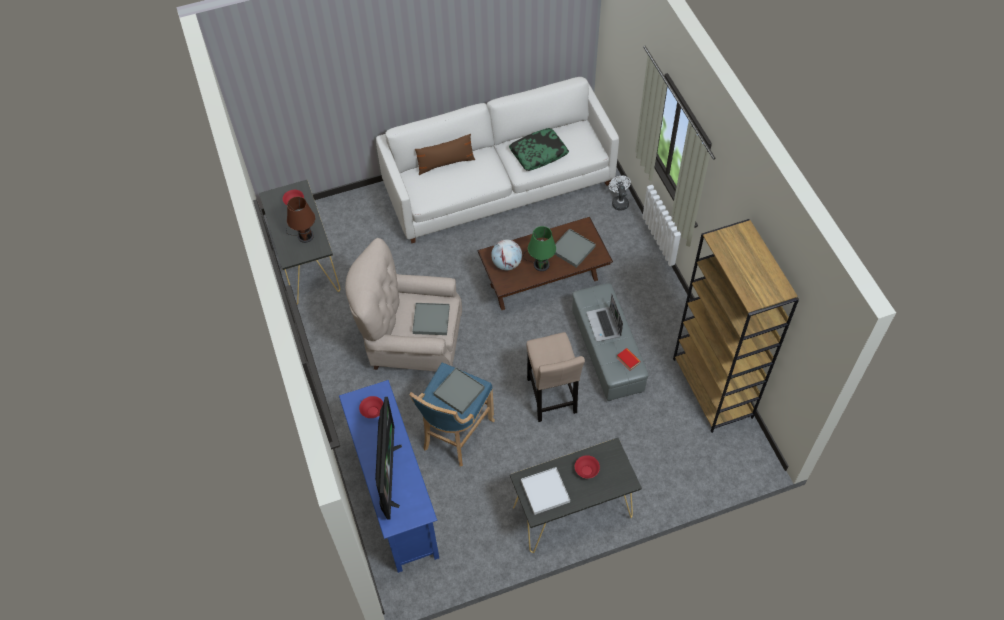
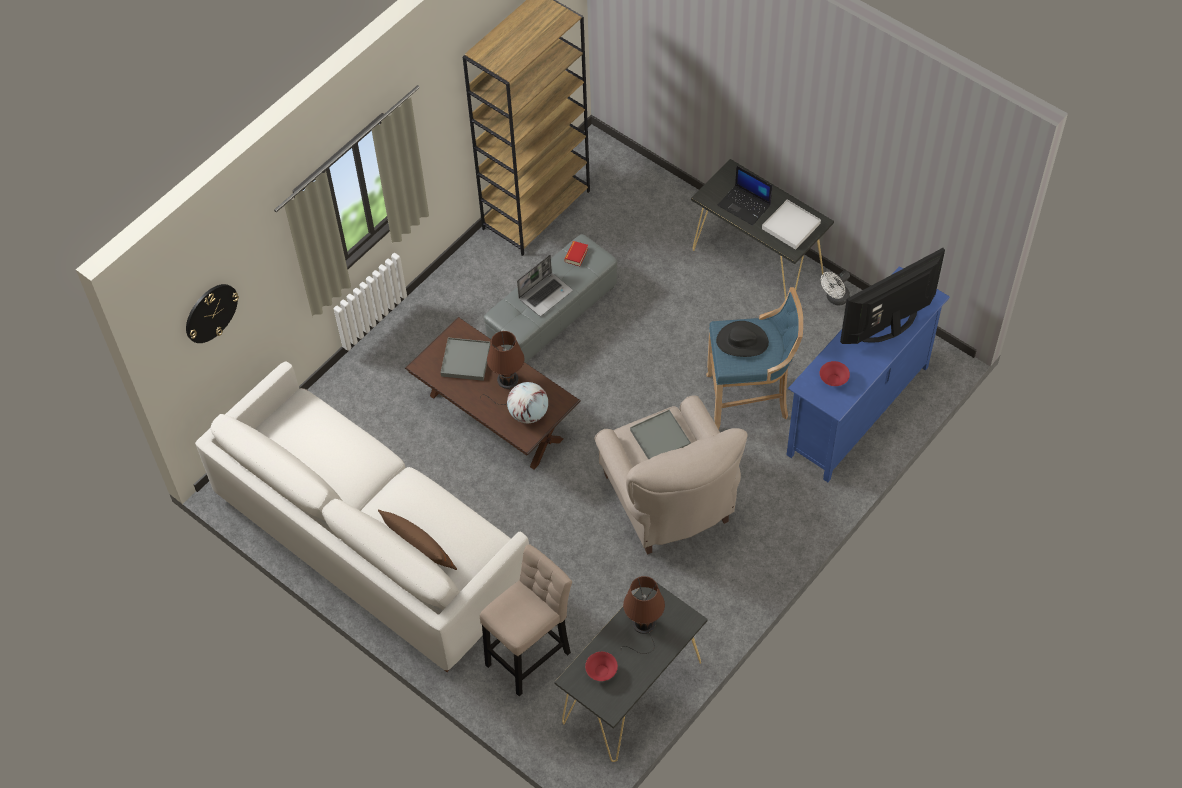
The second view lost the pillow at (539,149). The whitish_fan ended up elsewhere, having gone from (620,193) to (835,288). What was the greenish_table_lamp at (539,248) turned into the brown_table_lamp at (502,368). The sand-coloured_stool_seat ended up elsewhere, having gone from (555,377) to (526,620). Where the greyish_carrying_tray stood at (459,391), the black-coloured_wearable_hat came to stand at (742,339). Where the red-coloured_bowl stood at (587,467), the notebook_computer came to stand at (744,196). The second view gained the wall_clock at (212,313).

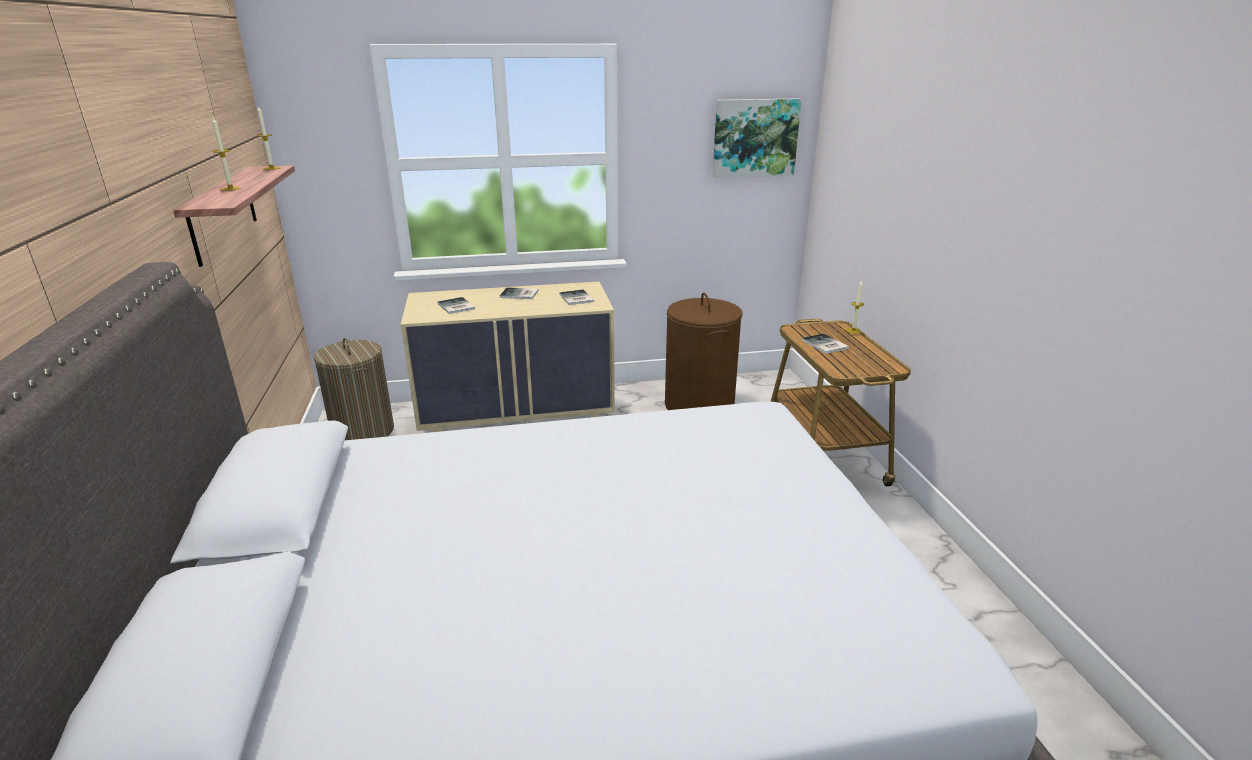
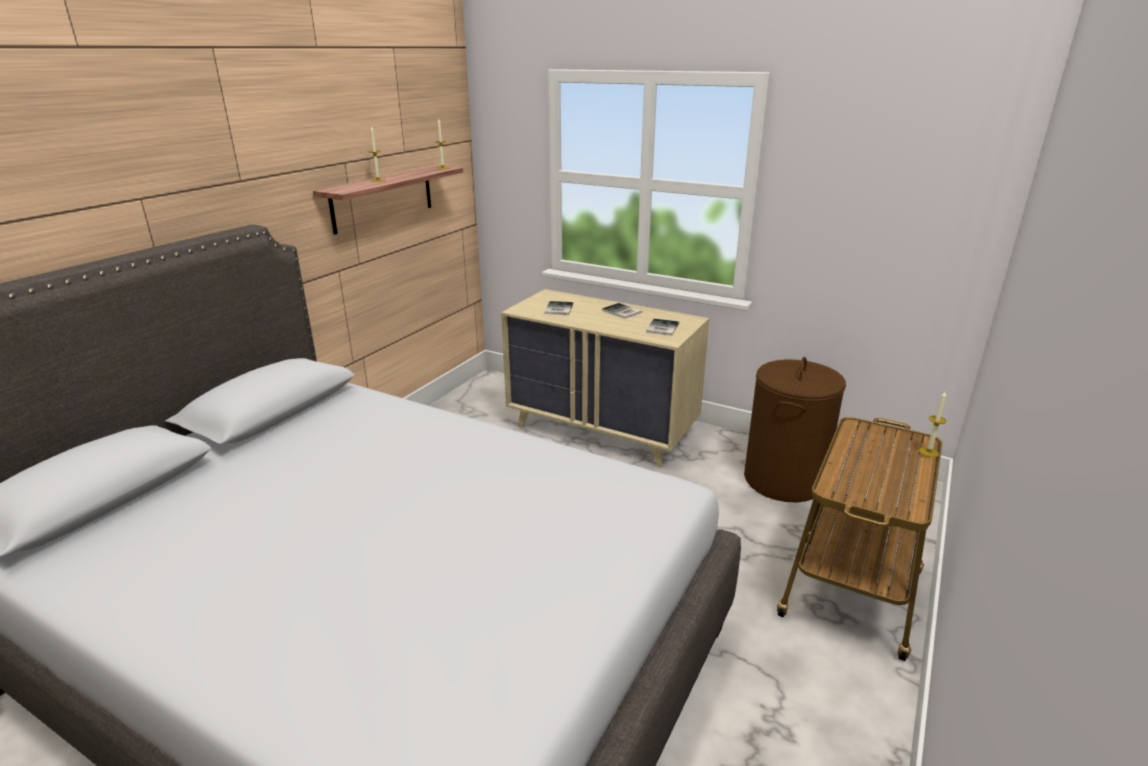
The second view lost the picture at (757,138). The second view lost the volume at (825,343). The second view lost the hamper at (354,389).

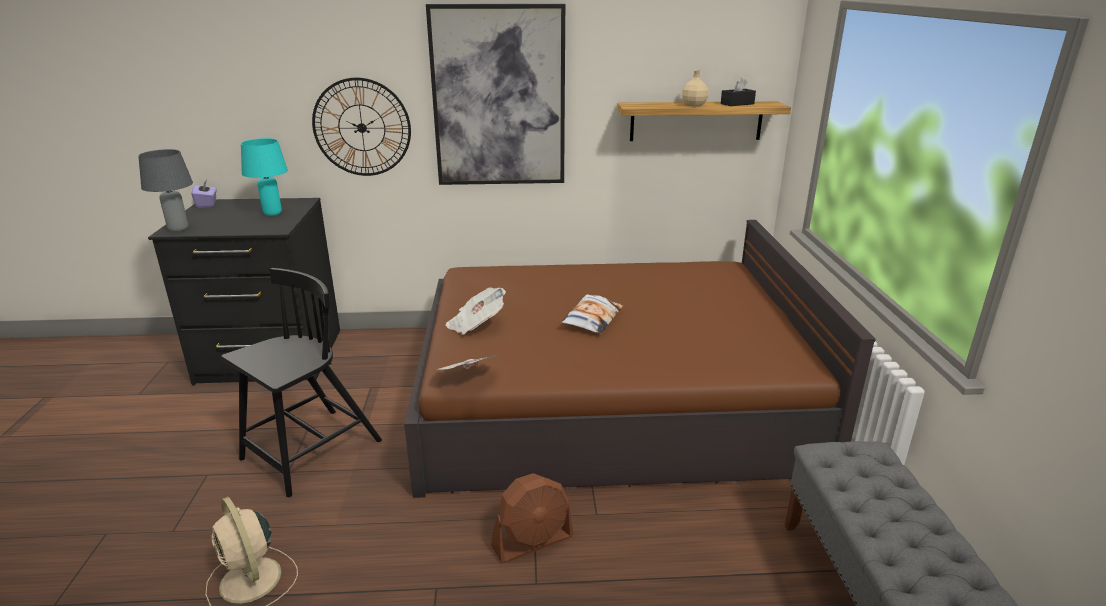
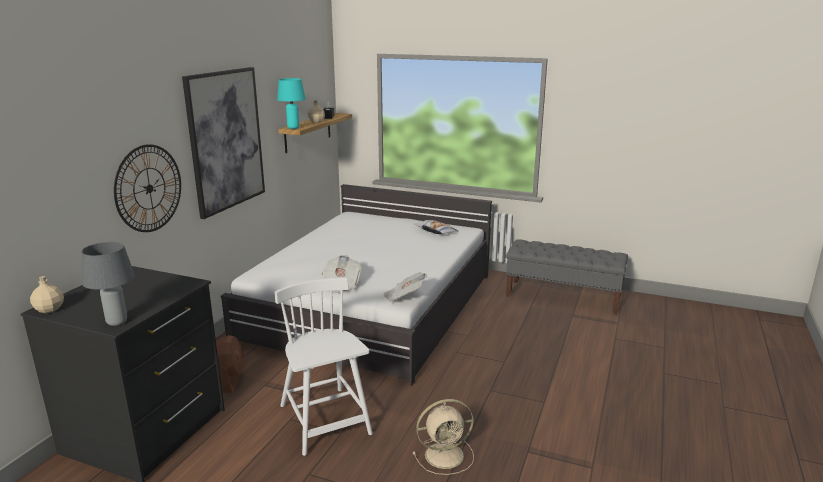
The blue-green_table_lamp ended up elsewhere, having gone from (264,177) to (291,103). Where the purple_tissue_box stood at (204,193), the sand-coloured_bottle came to stand at (47,294). What was the brown_bed at (640,359) turned into the whitish_bed at (356,285). What was the black-coloured_chair at (301,382) turned into the whitish_chair at (323,367). The pillow ended up elsewhere, having gone from (592,314) to (436,227). The brown_fan ended up elsewhere, having gone from (532,518) to (230,364).

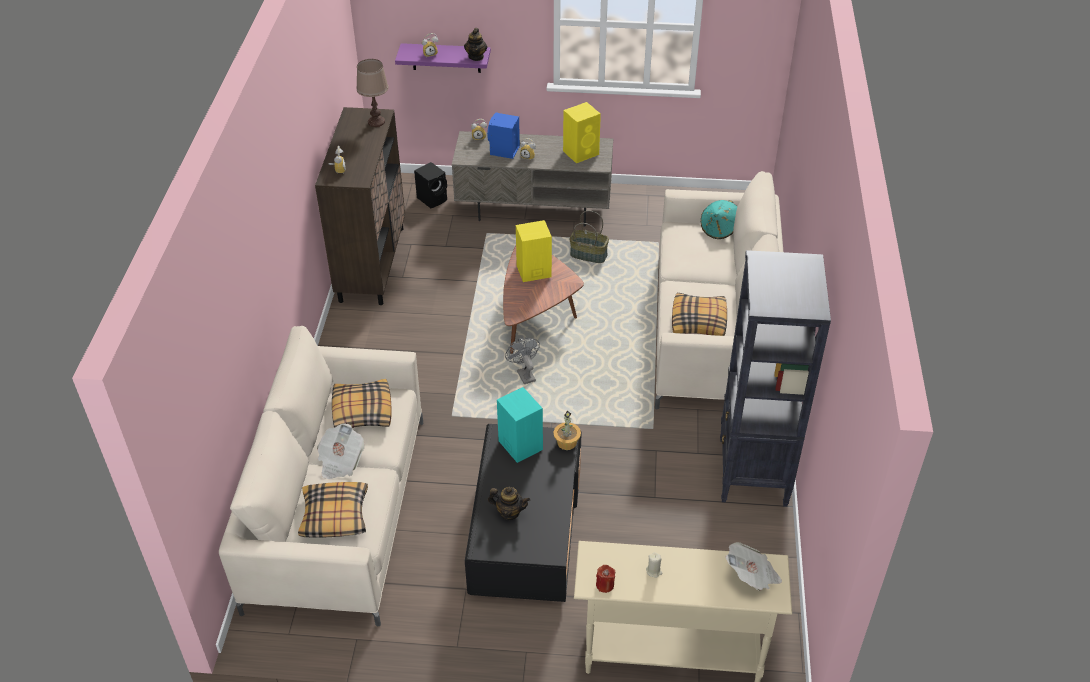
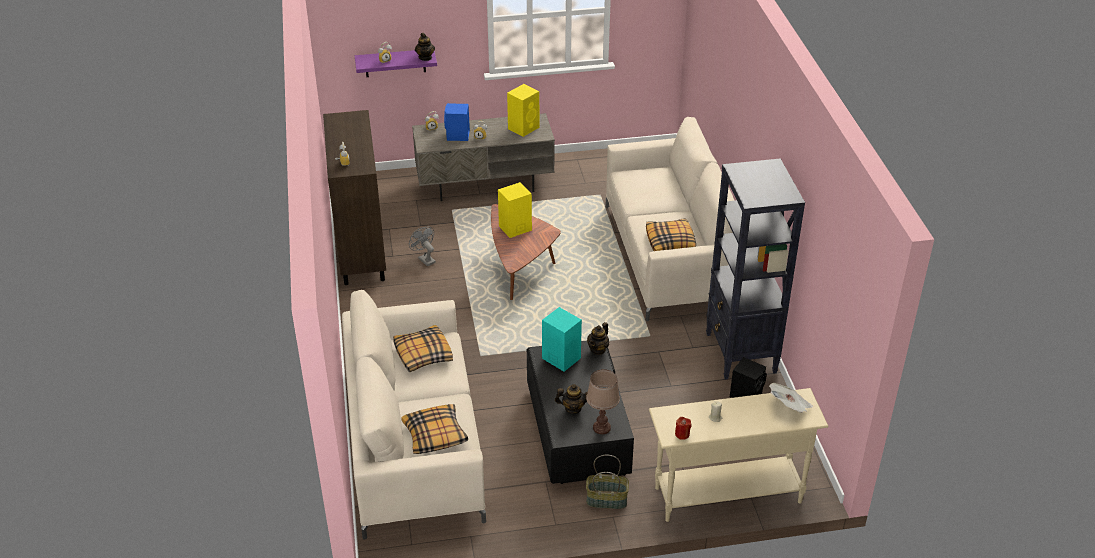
The brown_table_lamp ended up elsewhere, having gone from (372,93) to (603,401). The black-coloured_audio_speaker ended up elsewhere, having gone from (430,185) to (748,377). The second view lost the blue-green_wearable_hat at (719,219). The household_basket ended up elsewhere, having gone from (589,237) to (607,482). The greyish_fan ended up elsewhere, having gone from (522,361) to (422,246). Where the plant_in_a_pot stood at (567,430), the pot_for_tea came to stand at (598,338). The second view lost the daily_paper at (341,451).

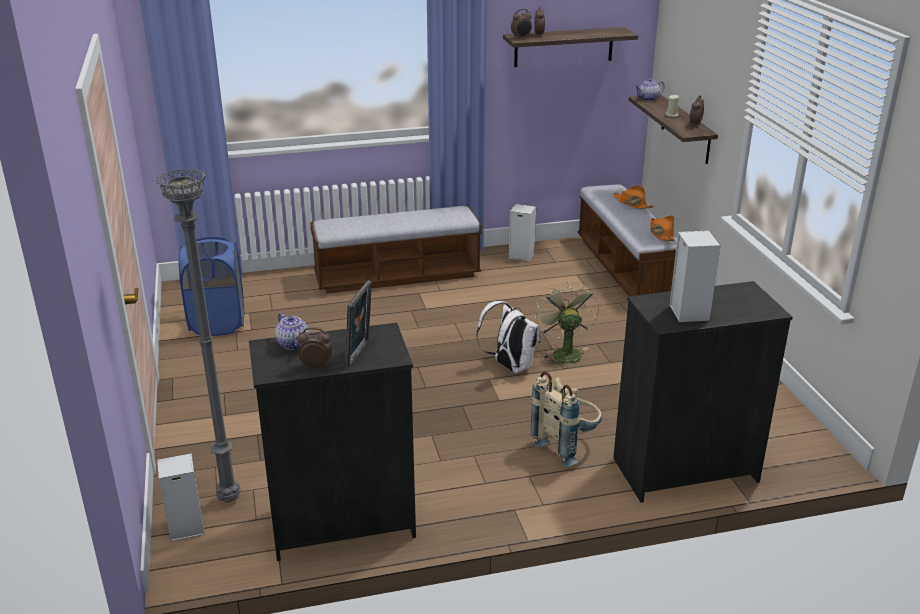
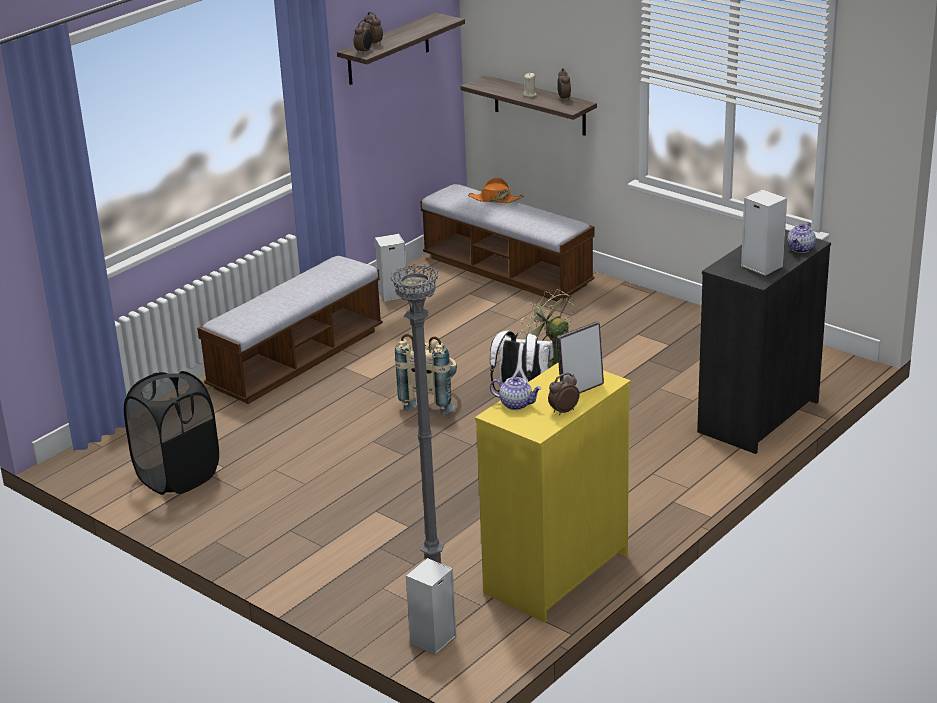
The pot_for_tea ended up elsewhere, having gone from (650,90) to (801,237). The second view lost the orangey_wearable_hat at (662,228). What was the bluish_hamper at (211,286) turned into the black-coloured_hamper at (171,433). The standing_frame at (358,324) ended up facing another way, 105 degrees counterclockwise from before. What was the black-coloured_drawer_chest at (332,442) turned into the yellow_drawer_chest at (553,493). The sand-coloured_backpack ended up elsewhere, having gone from (566,419) to (426,374).

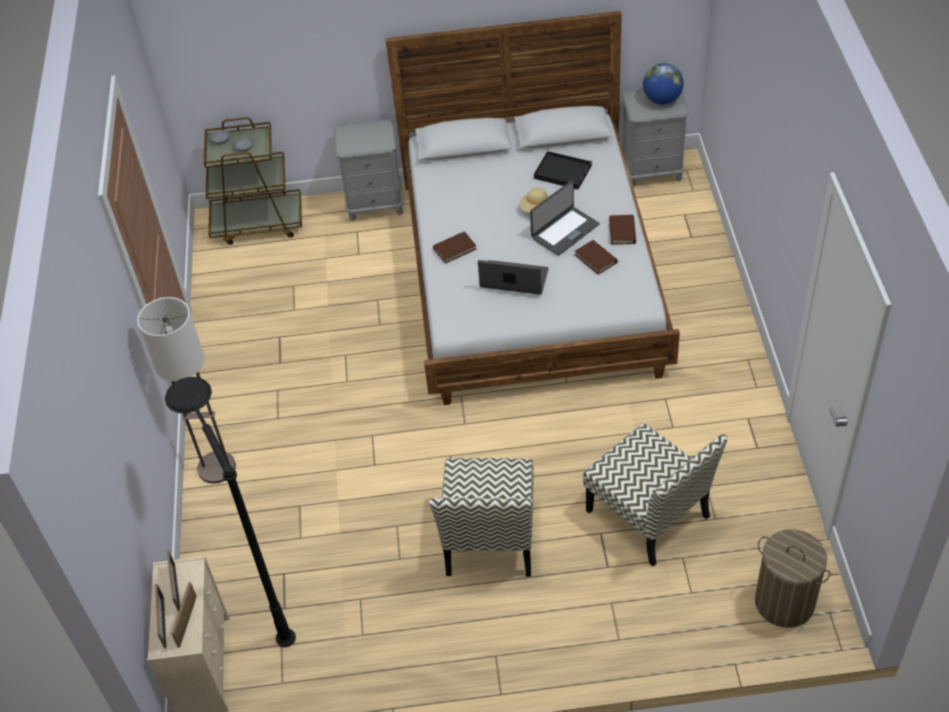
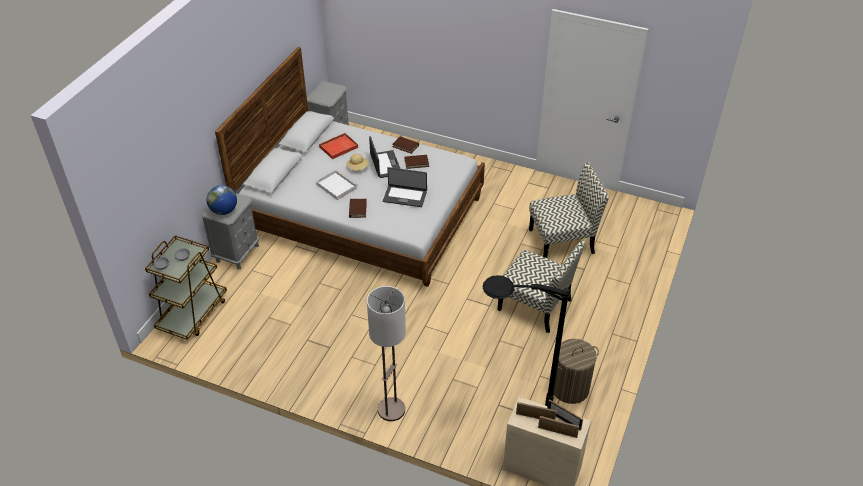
The desk_globe ended up elsewhere, having gone from (663,84) to (222,200). What was the black-coloured_carrying_tray at (563,170) turned into the red-coloured_carrying_tray at (338,146). The notebook_computer at (513,277) ended up facing another way, 120 degrees counterclockwise from before. The hamper ended up elsewhere, having gone from (793,578) to (576,371). The second view gained the whitish_carrying_tray at (336,185).

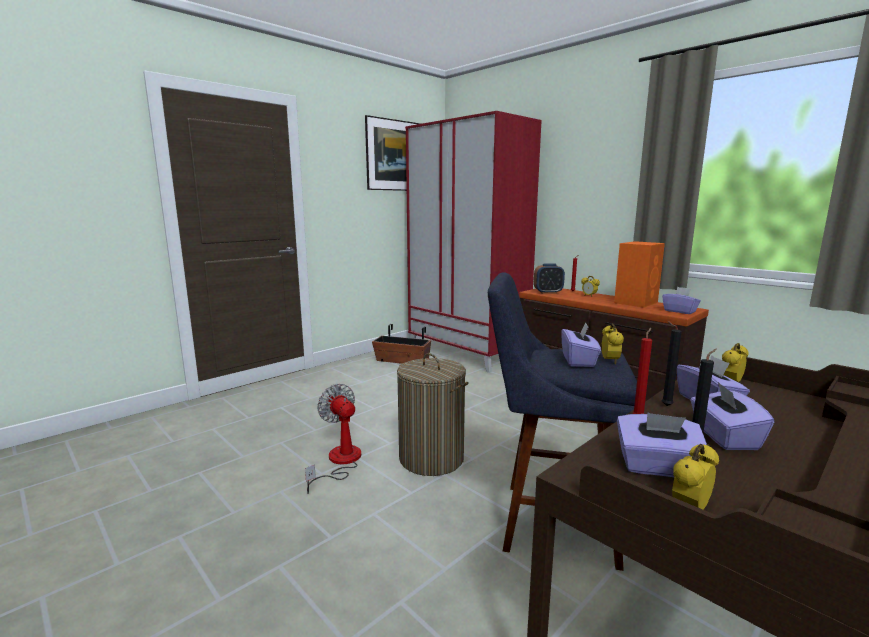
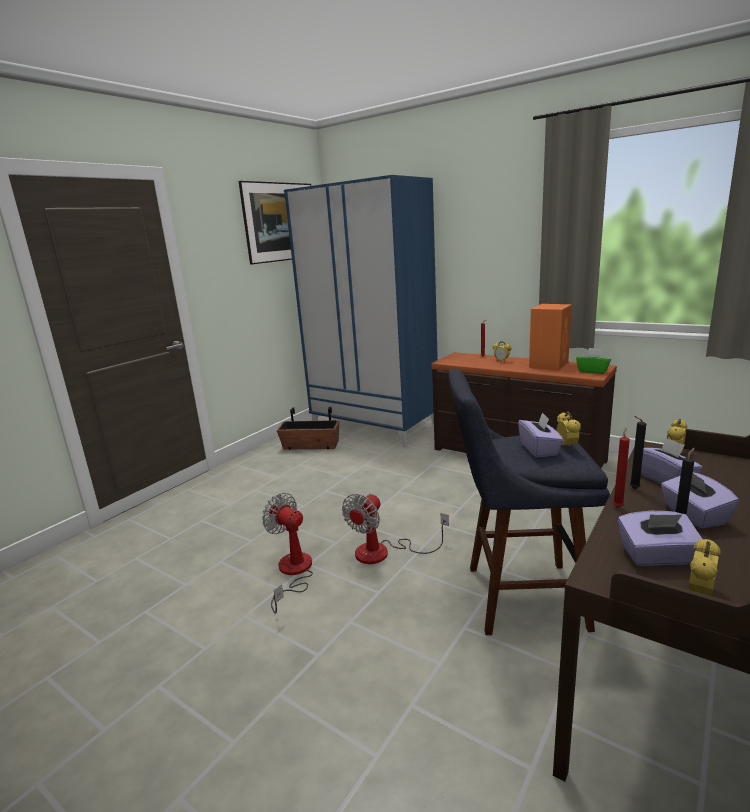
What was the red-coloured_clothes_cupboard at (473,242) turned into the bluish_clothes_cupboard at (361,311). The second view lost the table_clock at (549,278). What was the purple_tissue_box at (681,300) turned into the greenish_tissue_box at (593,361). Where the hamper stood at (433,414), the fan came to stand at (395,528).

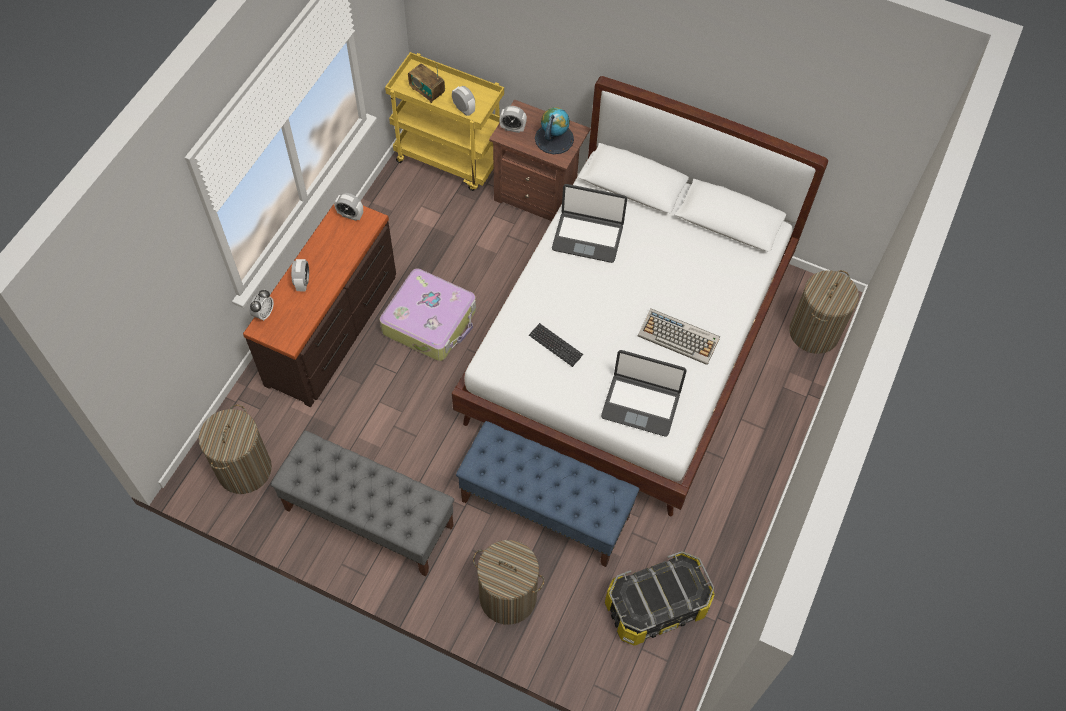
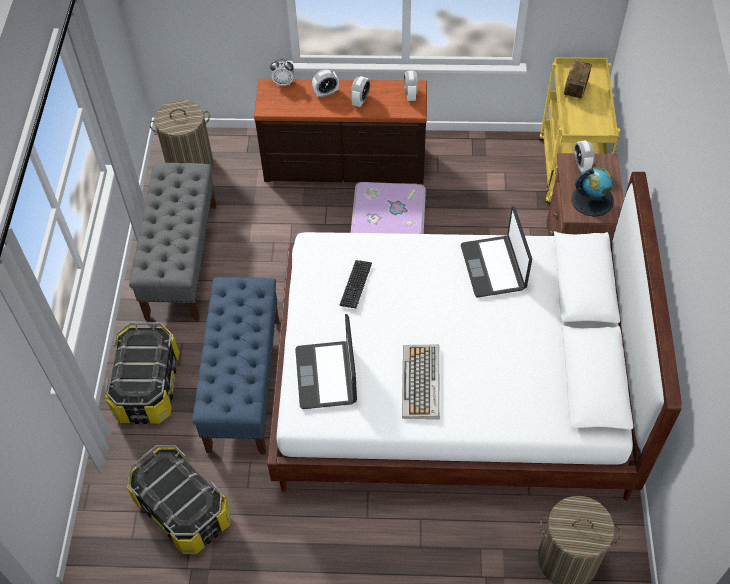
The table_clock ended up elsewhere, having gone from (463,101) to (360,91). Where the hamper stood at (509,582), the storage_container came to stand at (142,373).

